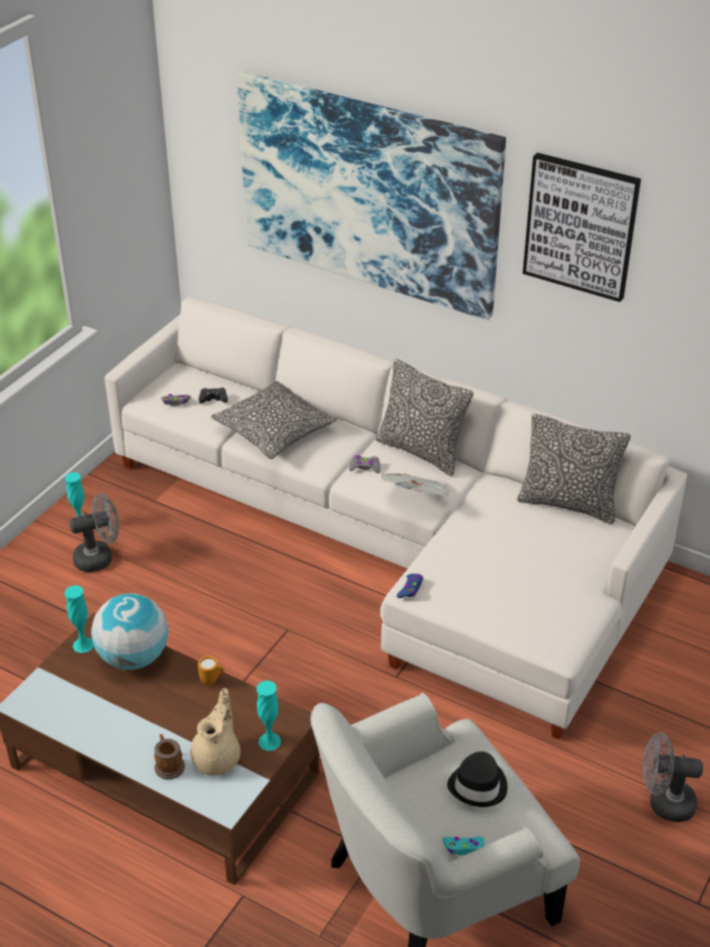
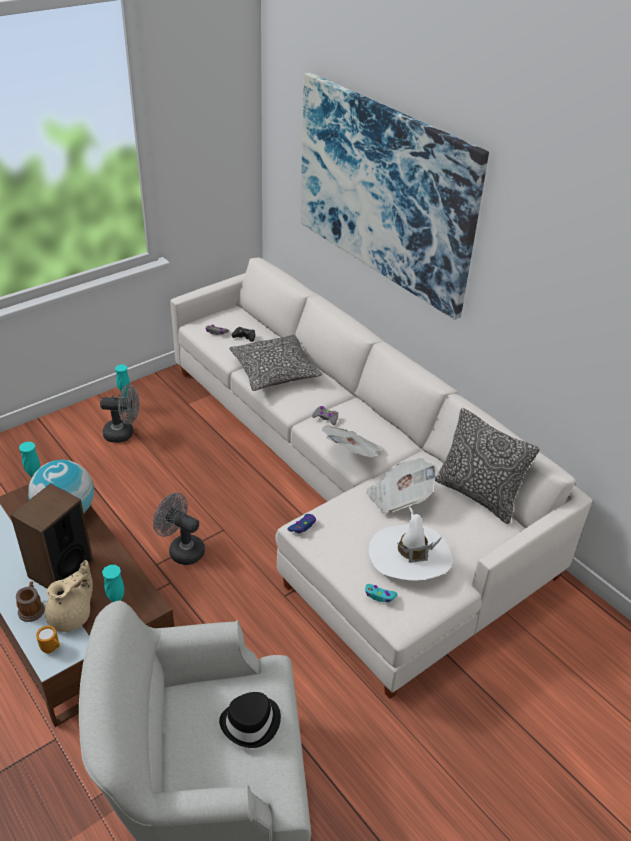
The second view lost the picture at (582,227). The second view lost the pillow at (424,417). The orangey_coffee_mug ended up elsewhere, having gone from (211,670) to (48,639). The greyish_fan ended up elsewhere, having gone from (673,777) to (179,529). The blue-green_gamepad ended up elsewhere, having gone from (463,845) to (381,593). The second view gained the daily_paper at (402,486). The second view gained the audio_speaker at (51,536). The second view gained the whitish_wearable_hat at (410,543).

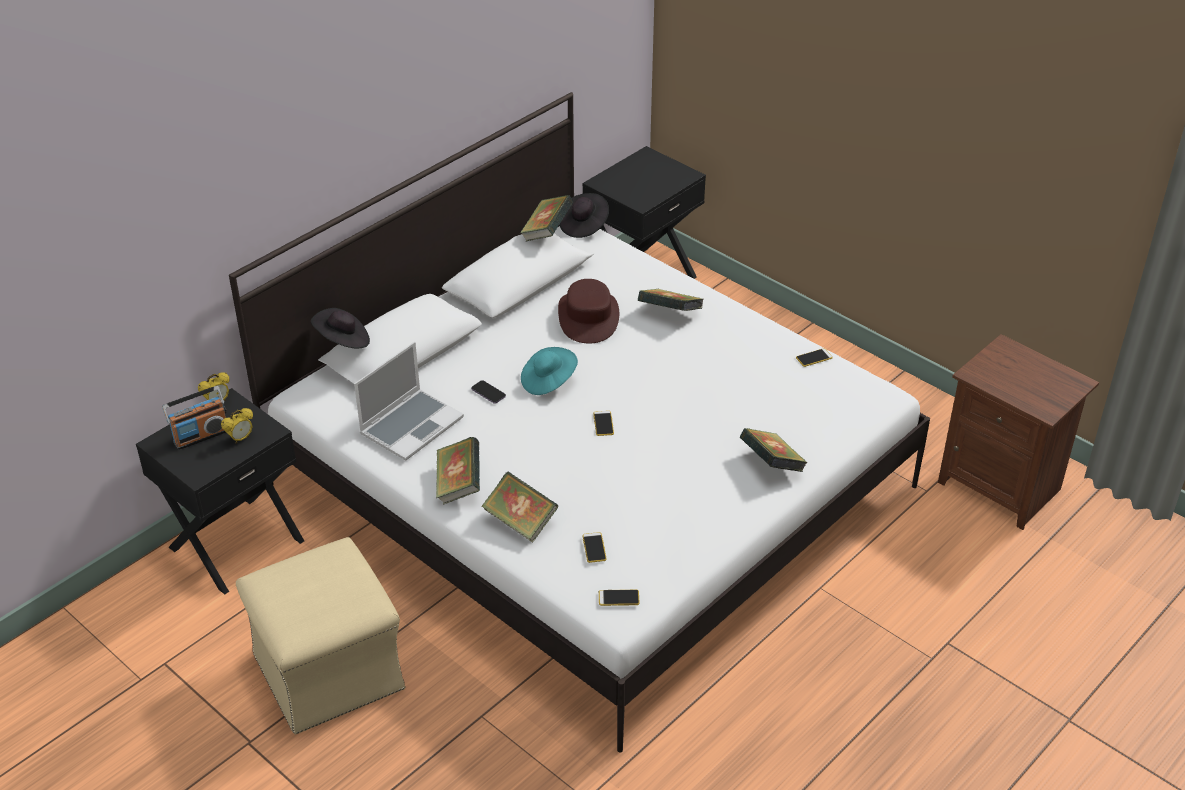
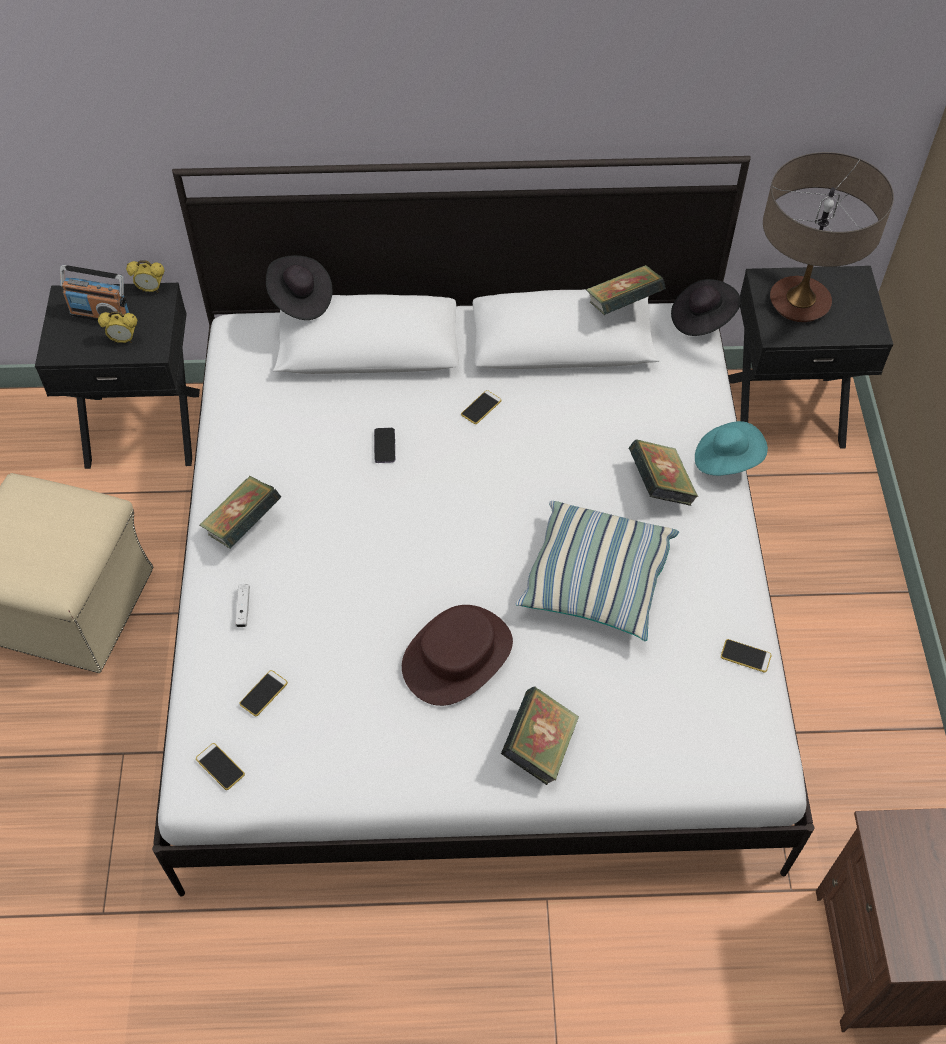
The brown_wearable_hat ended up elsewhere, having gone from (588,311) to (457,655). The second view lost the notebook_computer at (409,401). The blue-green_wearable_hat ended up elsewhere, having gone from (549,371) to (731,448). The telephone ended up elsewhere, having gone from (603,423) to (481,407). Where the volume stood at (519,506), the whitish_gamepad came to stand at (242,605). The second view gained the table_lamp at (828,237). The second view gained the pillow at (597,571).

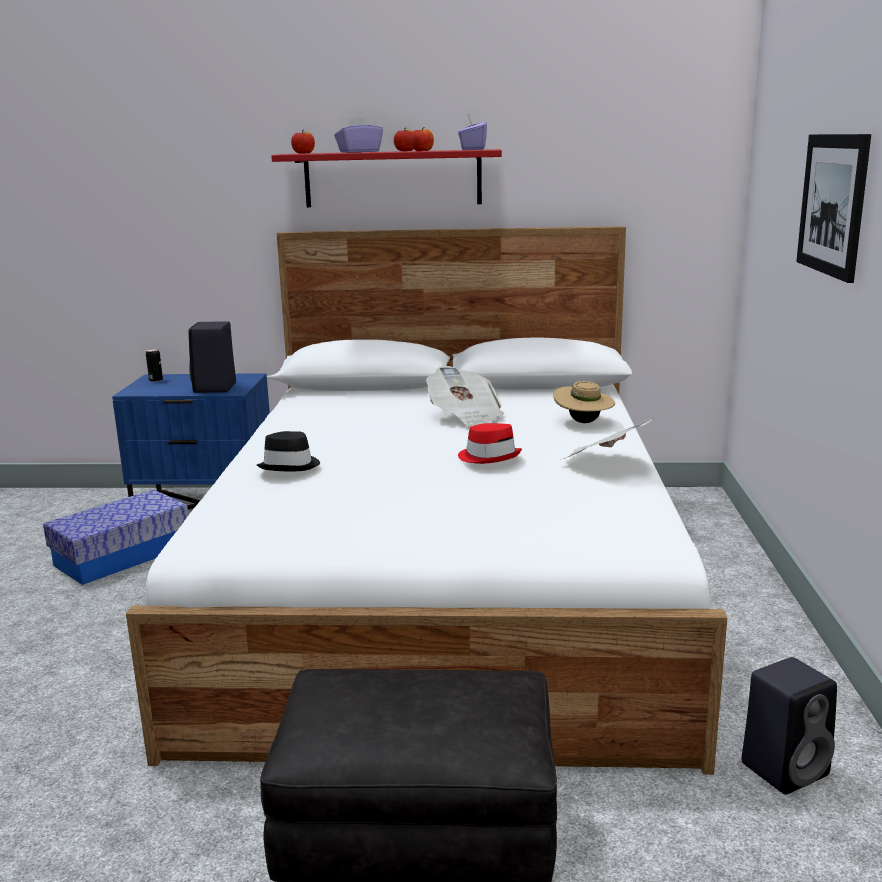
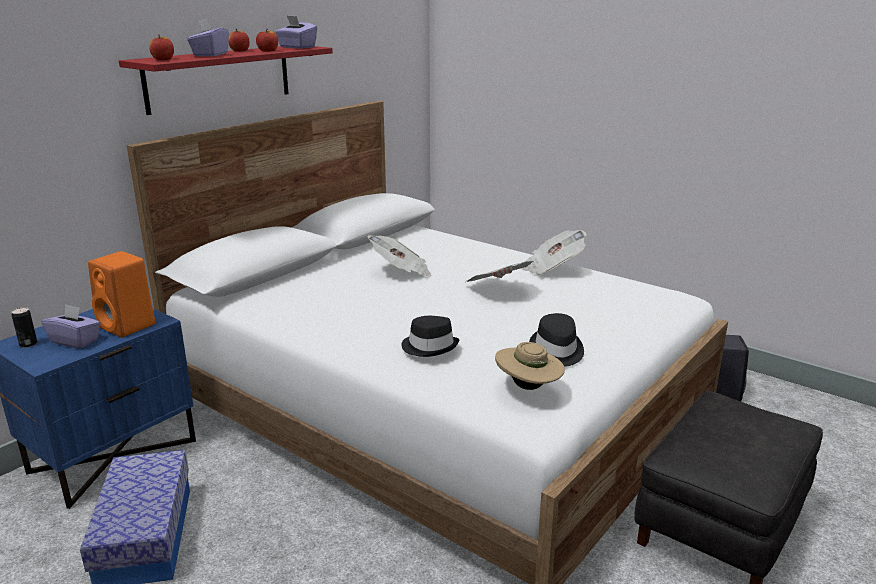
The second view lost the picture at (833,208). What was the black-coloured_audio_speaker at (212,357) turned into the orangey_audio_speaker at (121,294). The sand-coloured_wearable_hat ended up elsewhere, having gone from (584,402) to (530,366). Where the red-coloured_wearable_hat stood at (490,443), the daily_paper came to stand at (500,271). The second view gained the purple_tissue_box at (71,326). The second view gained the black-coloured_wearable_hat at (556,340).

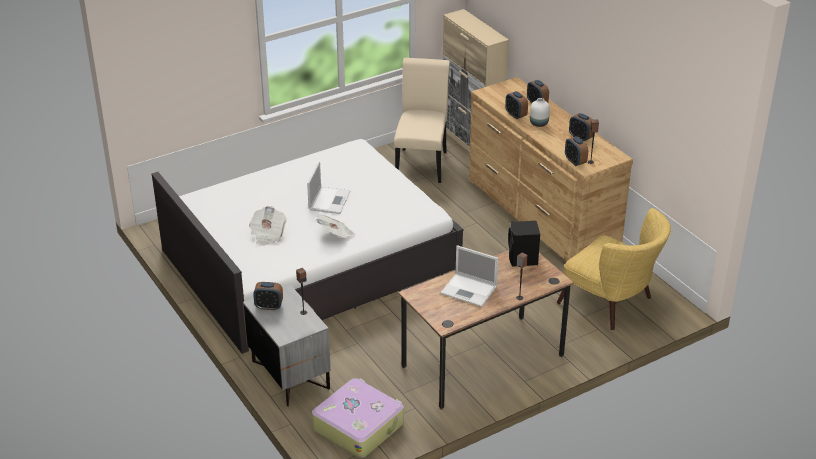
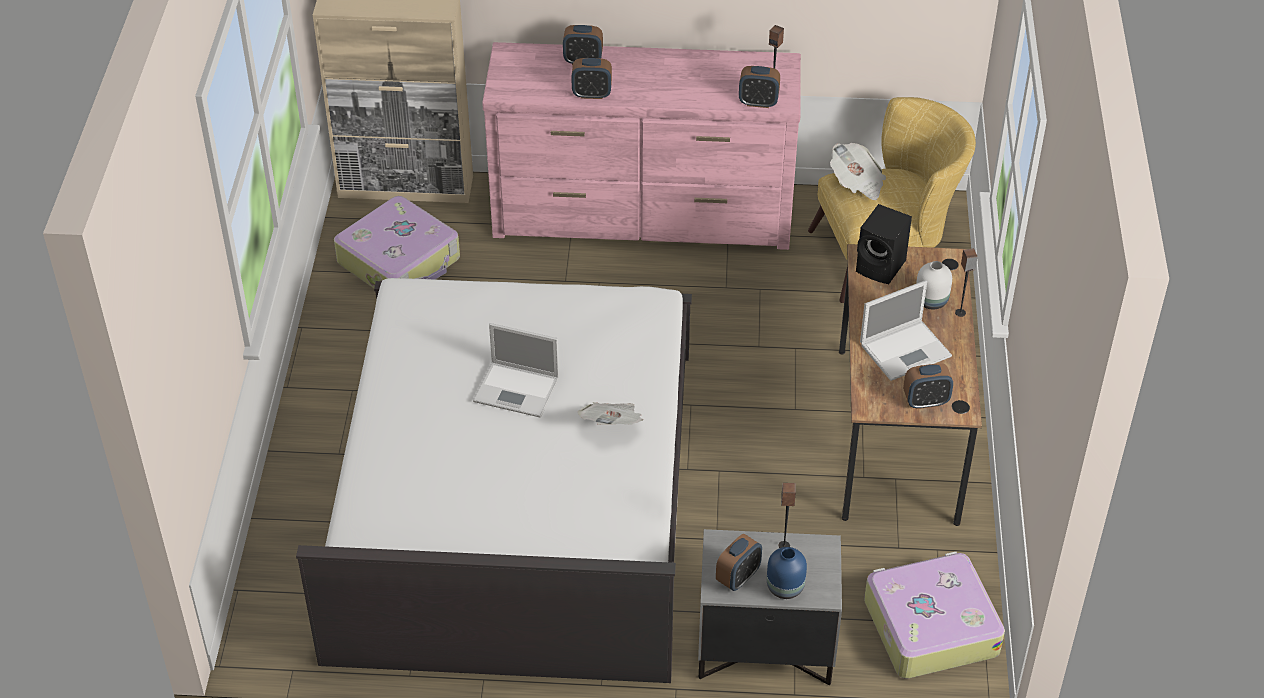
Where the sand-coloured_chair stood at (422,120), the suitcase came to stand at (397,242). What was the brown_drawer_chest at (551,169) turned into the pink-coloured_drawer_chest at (641,146). The whitish_decorative_vase ended up elsewhere, having gone from (540,112) to (934,285). The table_clock ended up elsewhere, having gone from (581,127) to (928,386). The notebook_computer at (328,187) ended up facing another way, 150 degrees clockwise from before. The daily_paper ended up elsewhere, having gone from (268,226) to (858,171). The second view gained the bluish_decorative_vase at (787,573).

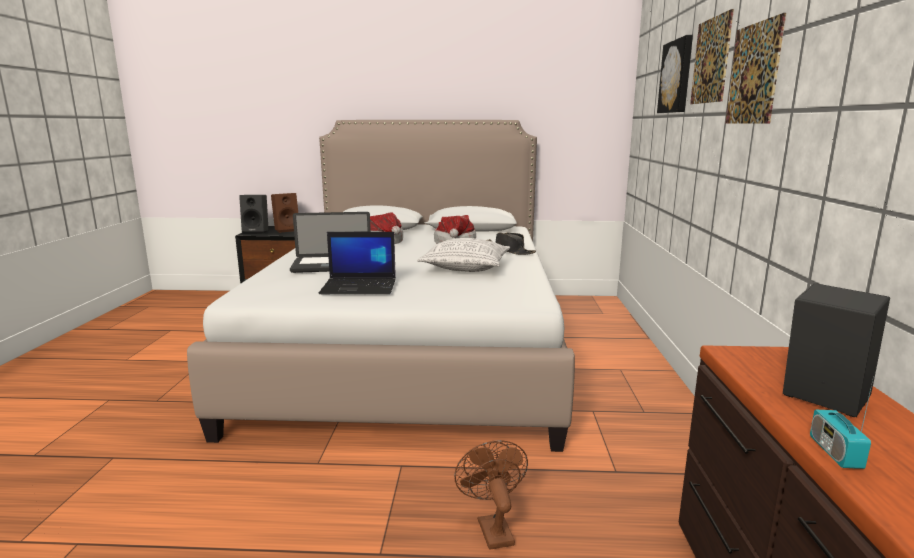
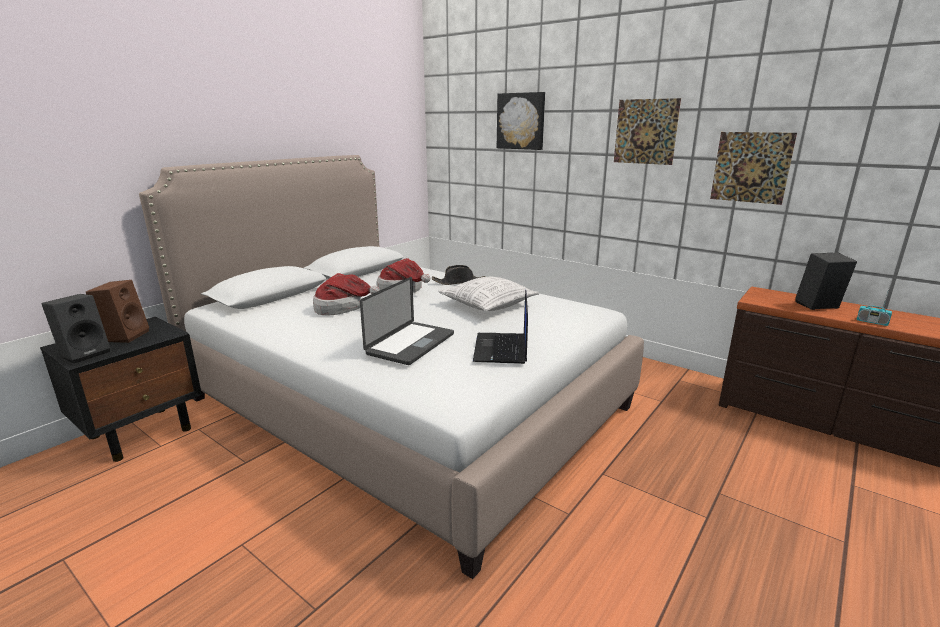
The picture ended up elsewhere, having gone from (712,56) to (753,168). The notebook_computer at (357,263) ended up facing another way, 150 degrees clockwise from before. The second view lost the brown_fan at (491,495).

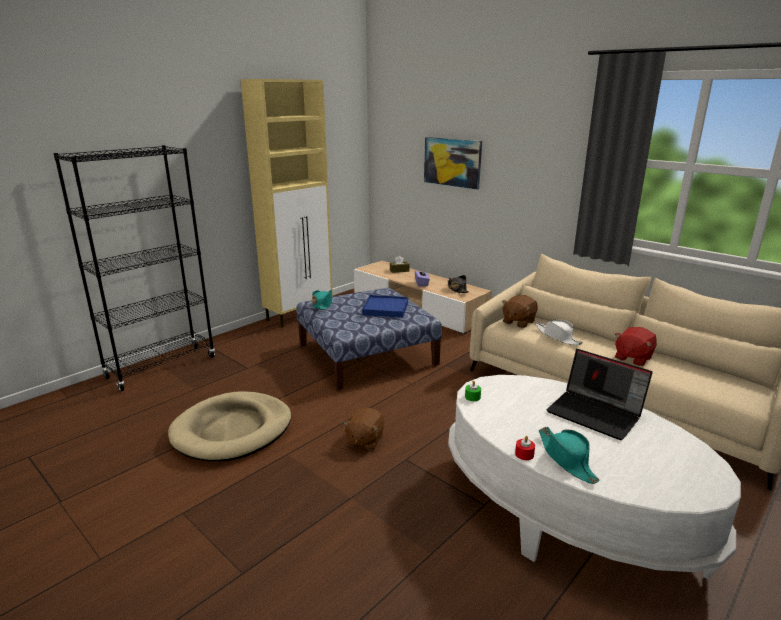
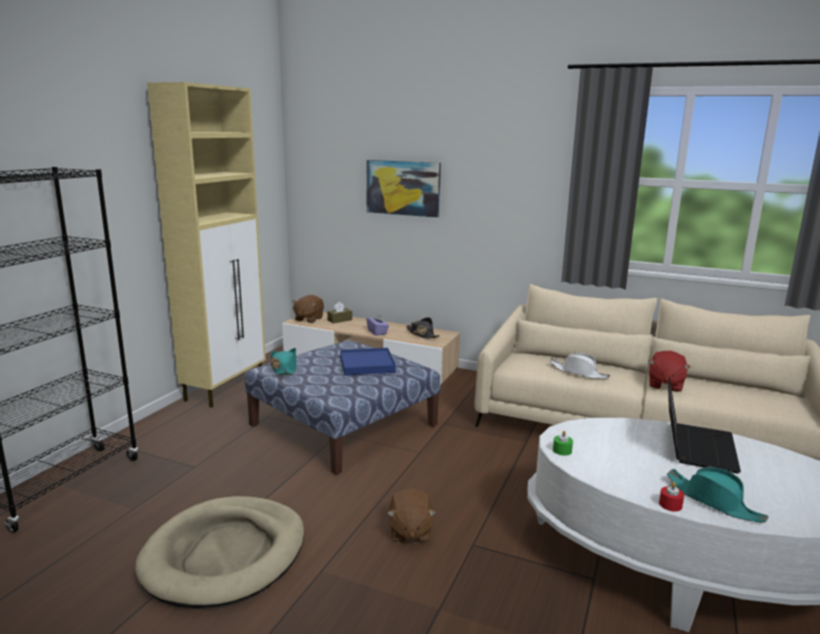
The brown_plush_toy ended up elsewhere, having gone from (519,311) to (308,309). The notebook_computer at (600,394) ended up facing another way, 90 degrees counterclockwise from before.

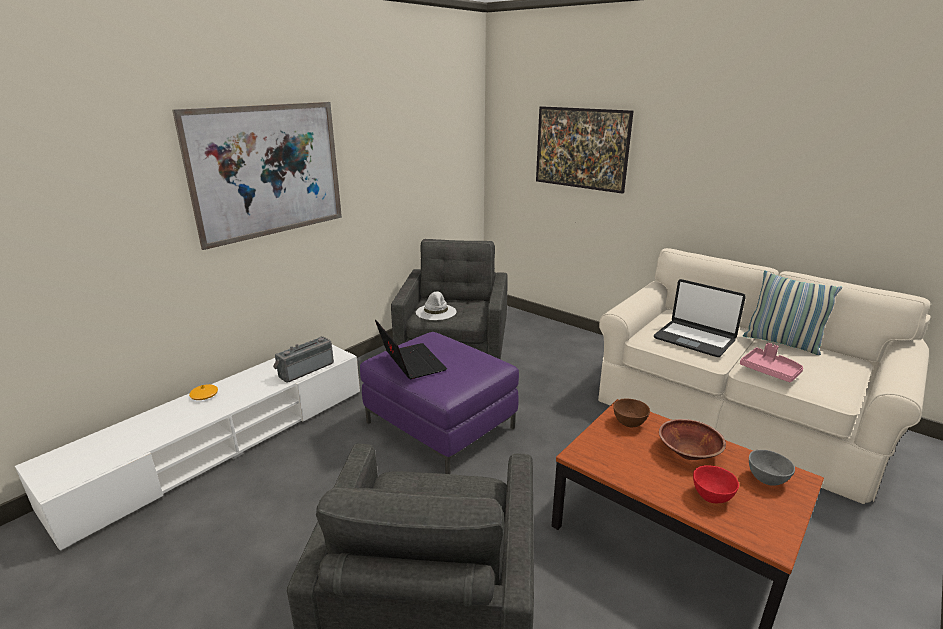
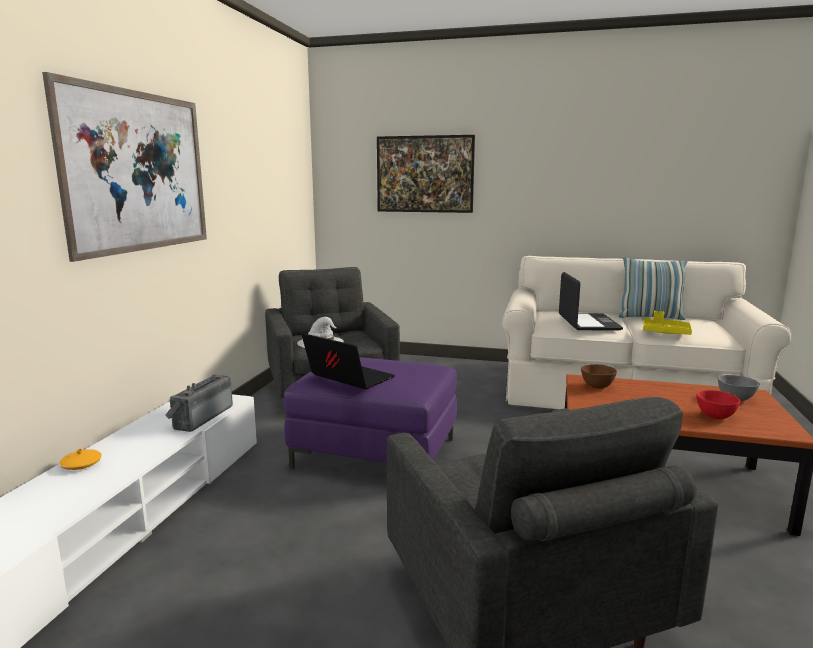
The notebook_computer at (700,318) ended up facing another way, 105 degrees counterclockwise from before. What was the pink-coloured_carrying_tray at (771,362) turned into the yellow_carrying_tray at (667,323). The second view lost the brown_bowl at (692,439).

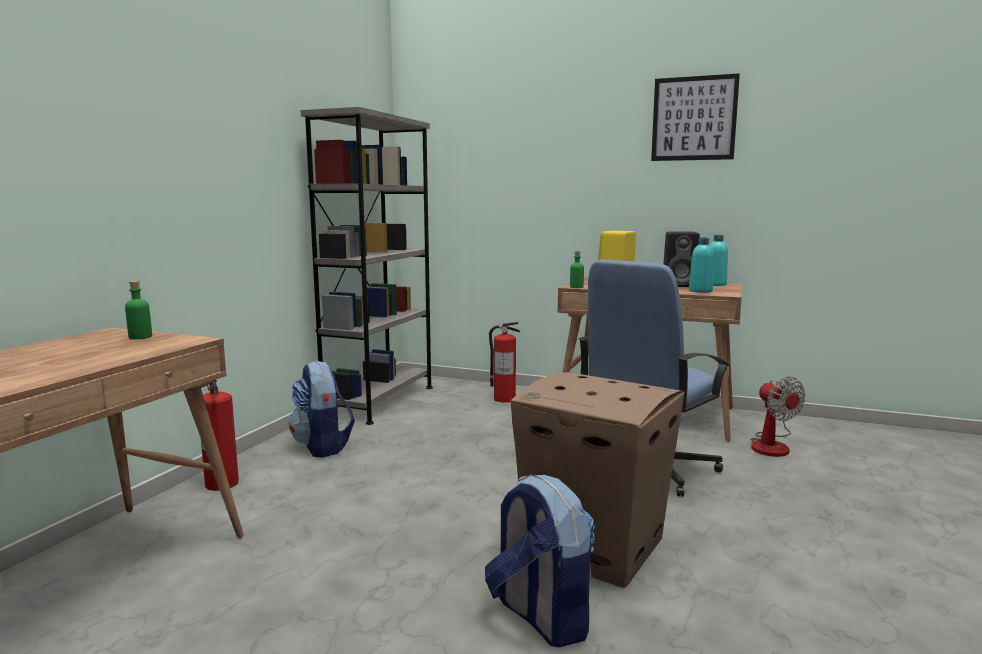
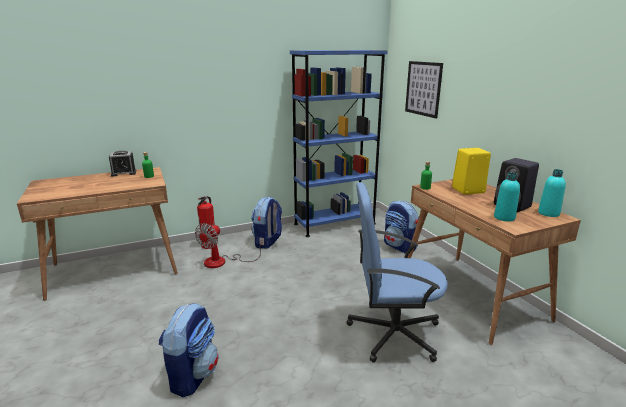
The picture ended up elsewhere, having gone from (695,117) to (424,90). What was the greyish_shelving_unit at (366,266) turned into the bluish_shelving_unit at (338,143). Where the fire_extinguisher stood at (504,362), the backpack came to stand at (402,227). The second view lost the packing_box at (598,480). The fan ended up elsewhere, having gone from (778,417) to (229,245). The second view gained the table_clock at (122,164).

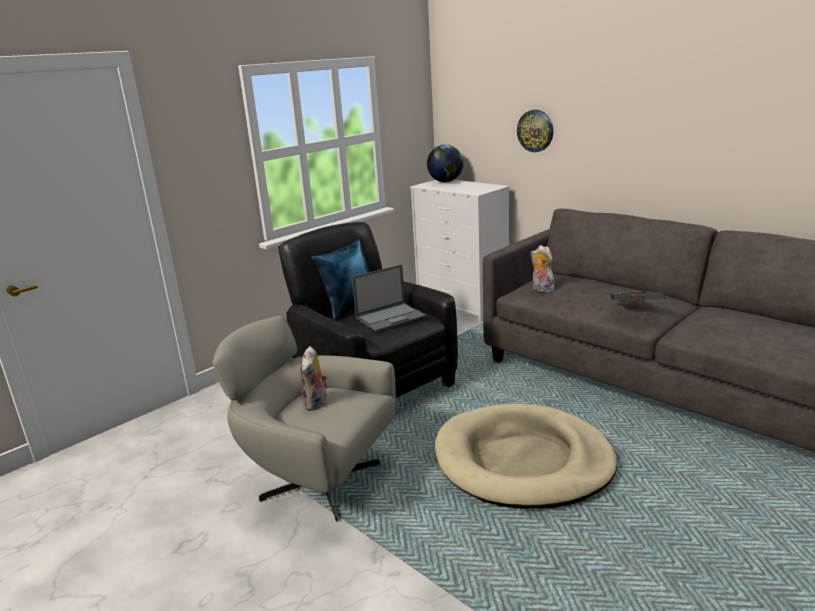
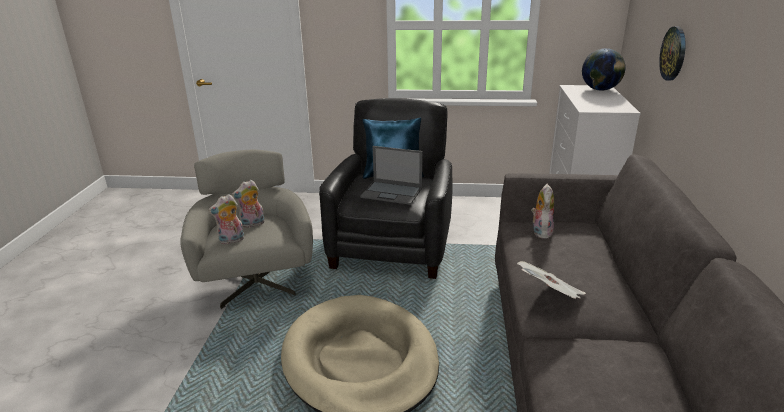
The second view gained the plush_toy at (226,219).

